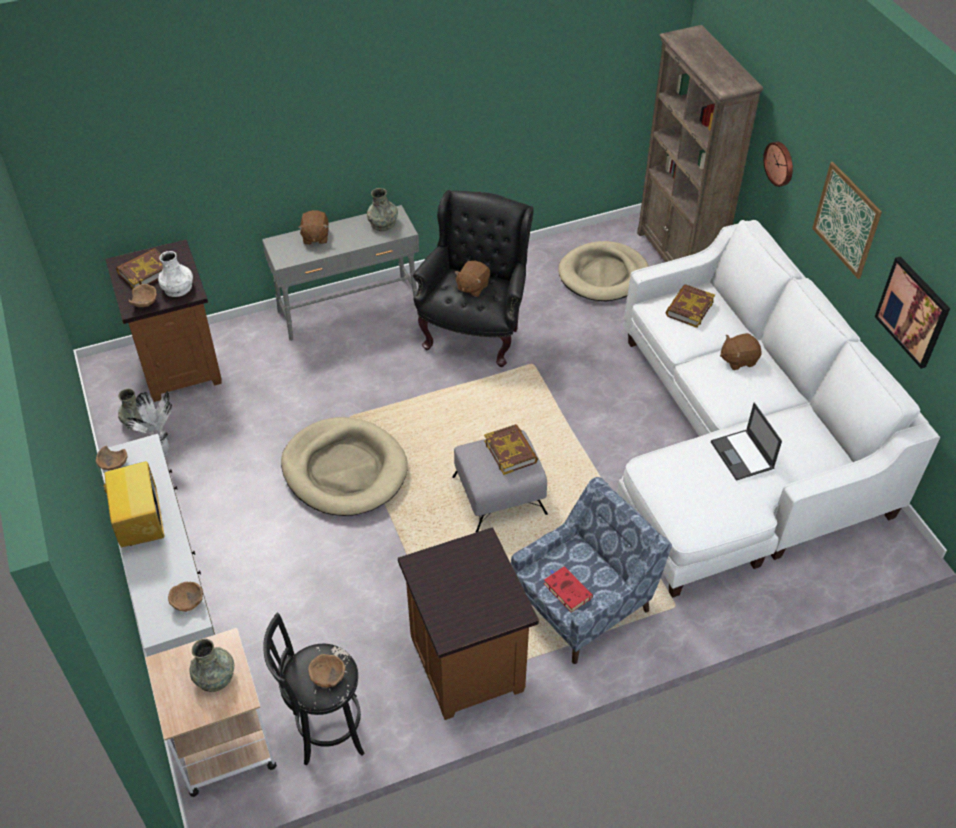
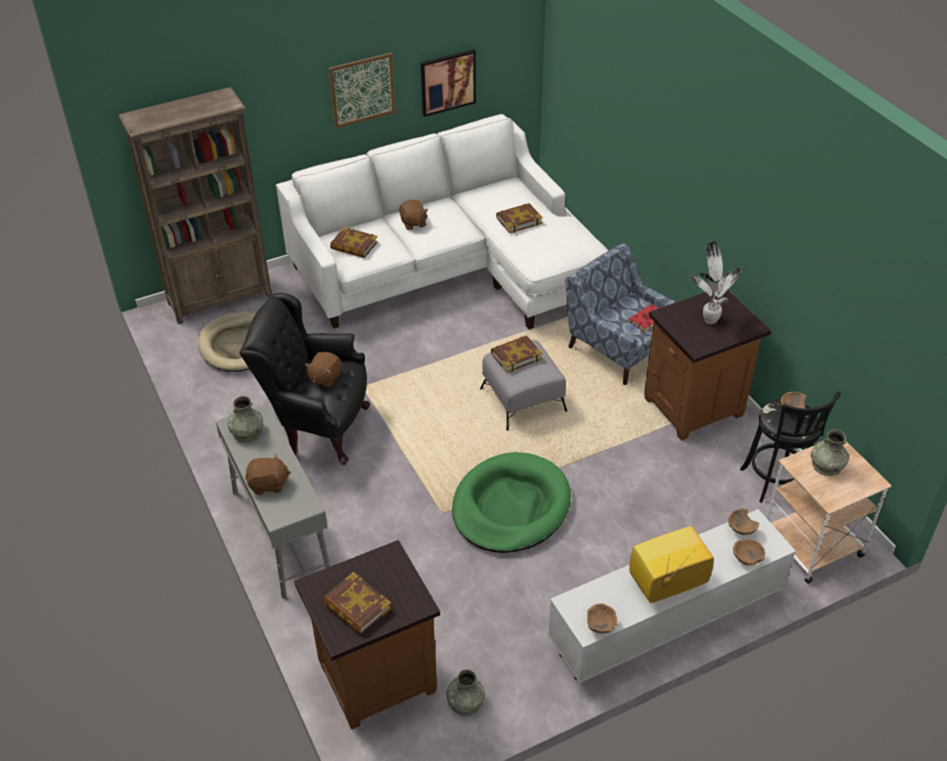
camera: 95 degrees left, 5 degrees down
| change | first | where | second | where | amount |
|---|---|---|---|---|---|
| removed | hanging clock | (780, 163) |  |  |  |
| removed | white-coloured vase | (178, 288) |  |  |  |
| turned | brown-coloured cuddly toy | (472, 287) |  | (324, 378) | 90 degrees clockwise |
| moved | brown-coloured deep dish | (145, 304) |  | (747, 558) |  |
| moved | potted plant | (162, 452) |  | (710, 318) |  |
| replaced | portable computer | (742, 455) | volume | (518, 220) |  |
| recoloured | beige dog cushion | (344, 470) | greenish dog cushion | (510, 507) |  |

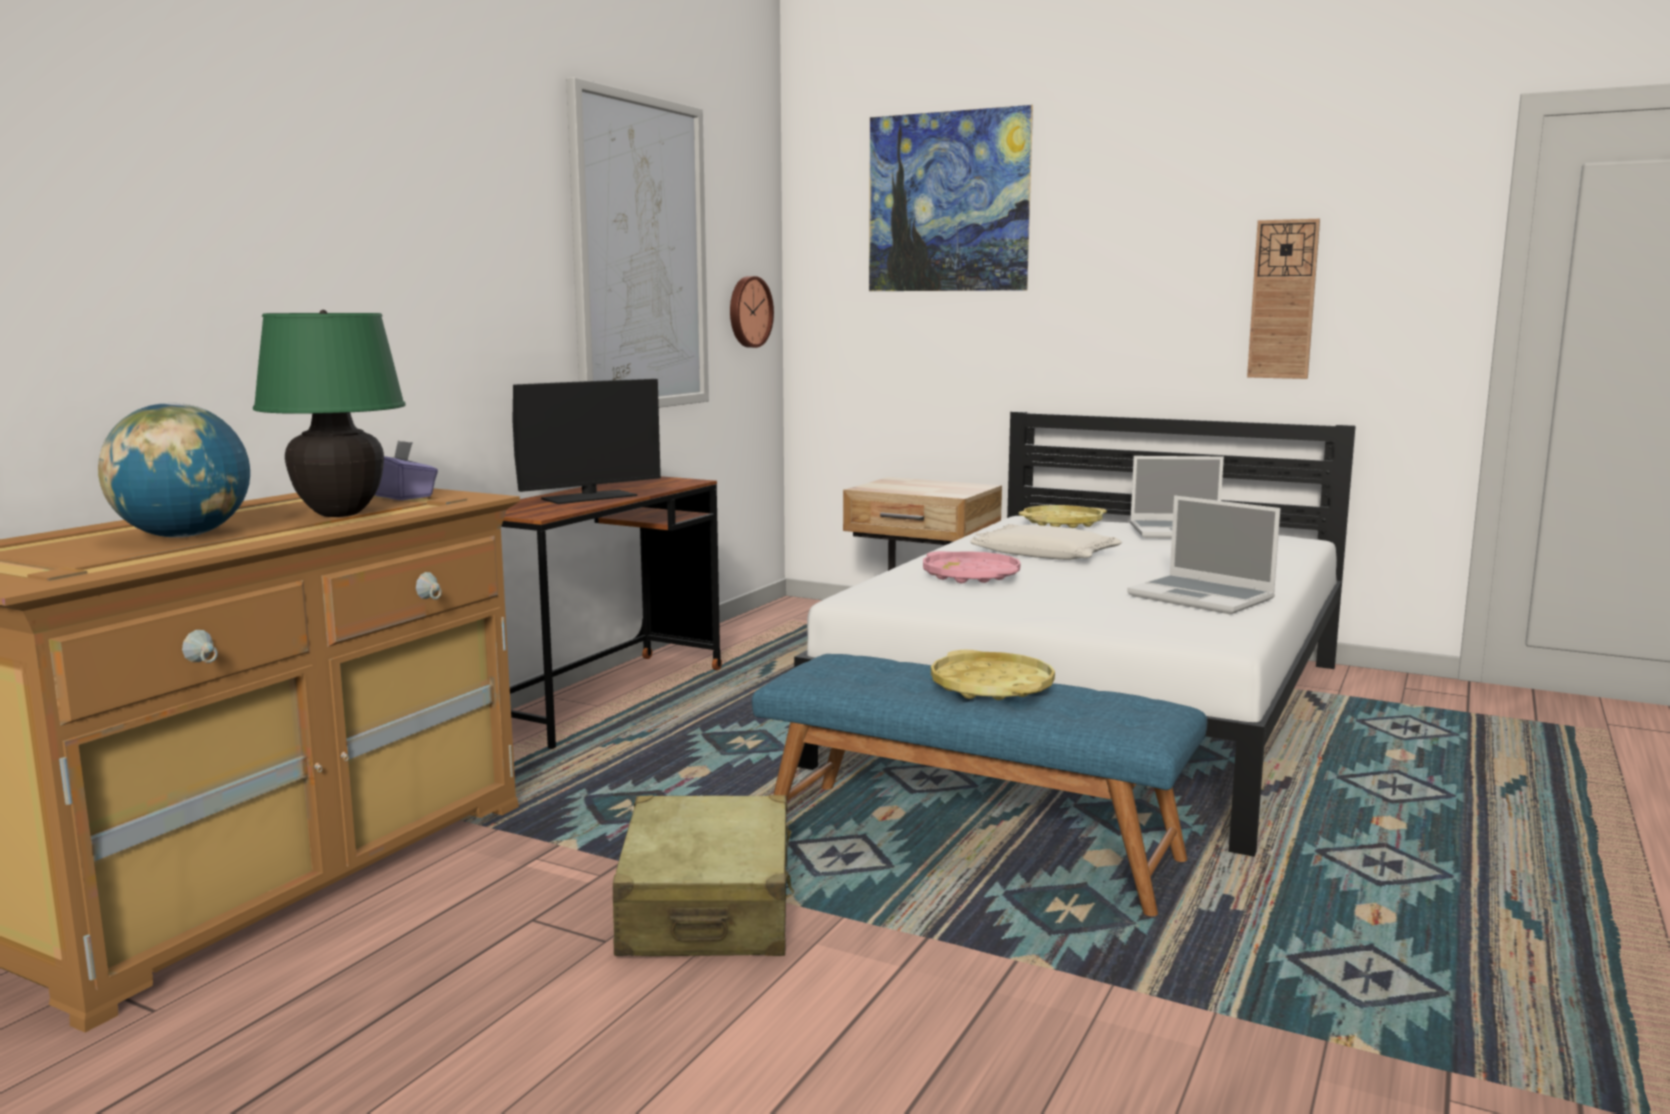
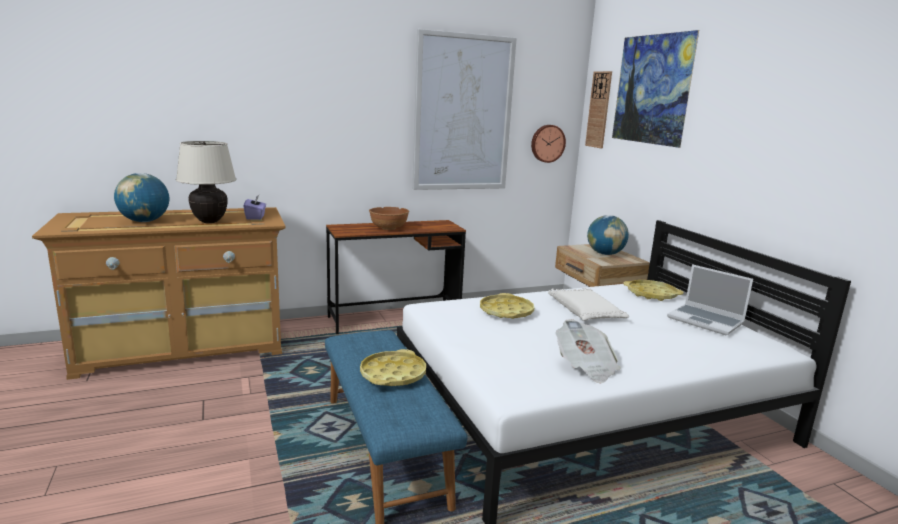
camera: 40 degrees right, 5 degrees up
| change | first | where | second | where | amount |
|---|---|---|---|---|---|
| moved | hanging clock | (1283, 299) |  | (599, 109) |  |
| recoloured | greenish lamp for a table | (339, 514) | beige lamp for a table | (210, 221) |  |
| replaced | monitor | (589, 497) | brown-coloured deep dish | (388, 228) |  |
| replaced | portable computer | (1203, 598) | daily paper | (585, 367) |  |
| recoloured | pinkish tray | (970, 575) | yellowish tray | (506, 311) |  |
| removed | beige suitcase | (707, 908) |  |  |  |
| added |  |  | world globe | (605, 254) |  |

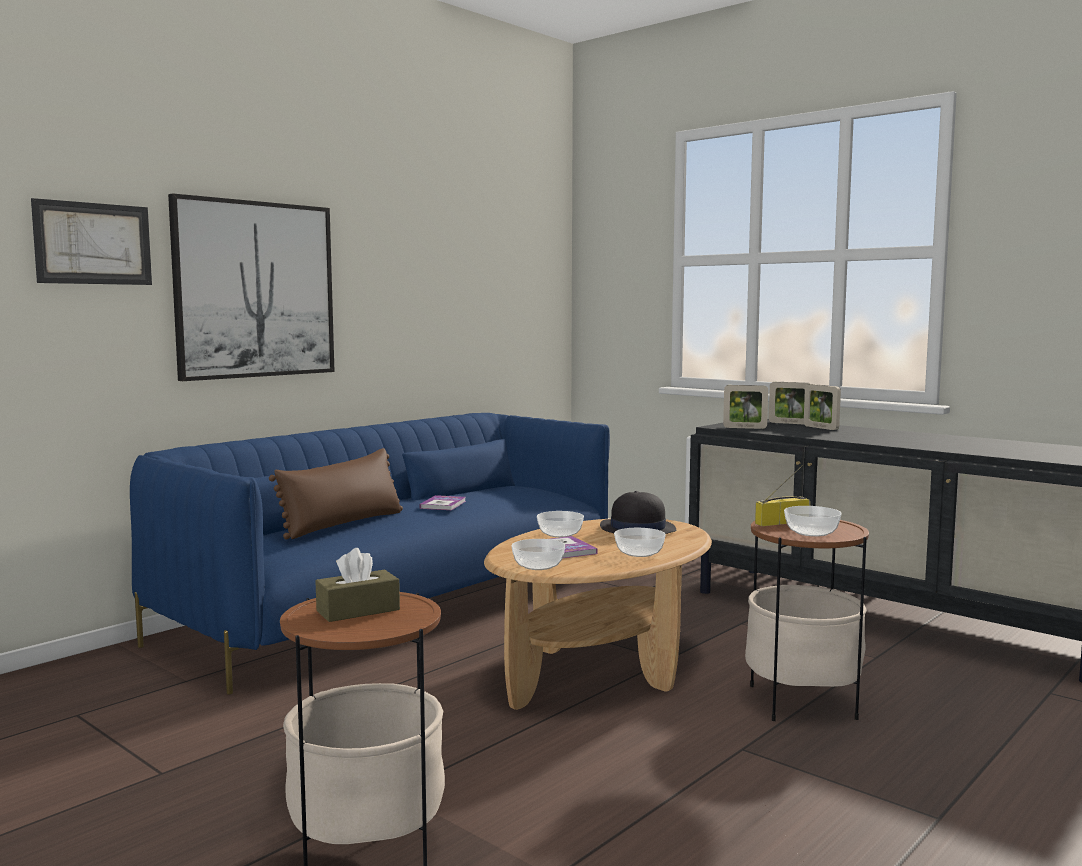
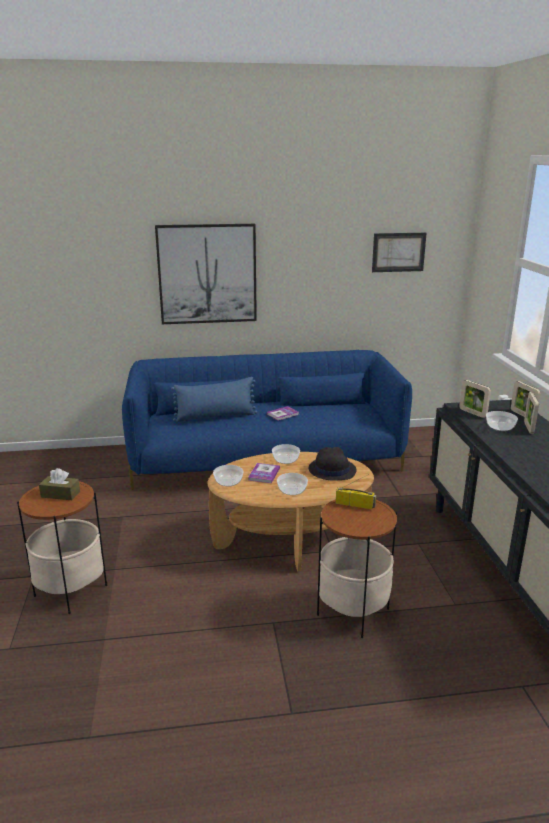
camera: 40 degrees right, 15 degrees up
| change | first | where | second | where | amount |
|---|---|---|---|---|---|
| moved | wall art | (93, 243) |  | (398, 252) |  |
| recoloured | brown-coloured pillow | (343, 524) | bluish pillow | (215, 416) |  |
| moved | deep dish | (811, 532) |  | (500, 427) |  |

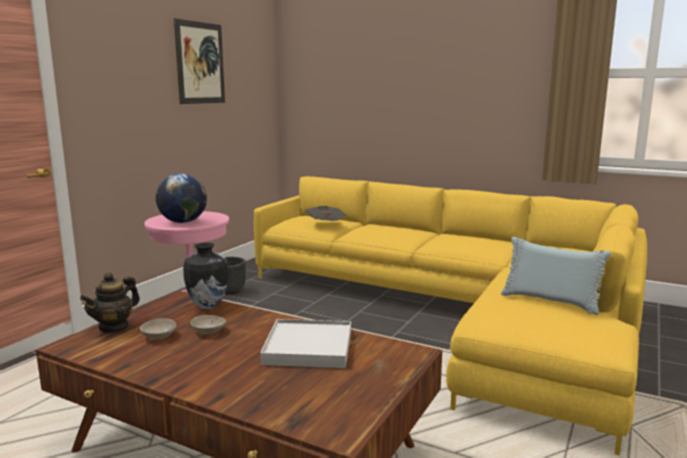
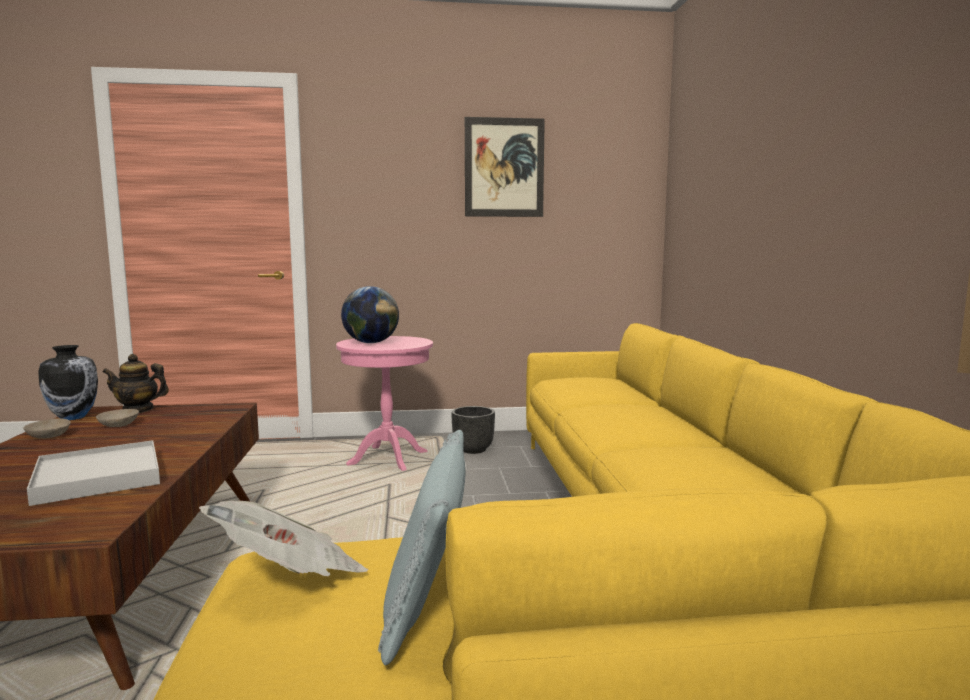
camera: 55 degrees right, 5 degrees down
| change | first | where | second | where | amount |
|---|---|---|---|---|---|
| moved | daily paper | (326, 225) |  | (290, 576) |  |
| moved | vase | (207, 306) |  | (73, 417) |  |
| moved | beige deep dish | (207, 331) |  | (47, 436) |  |

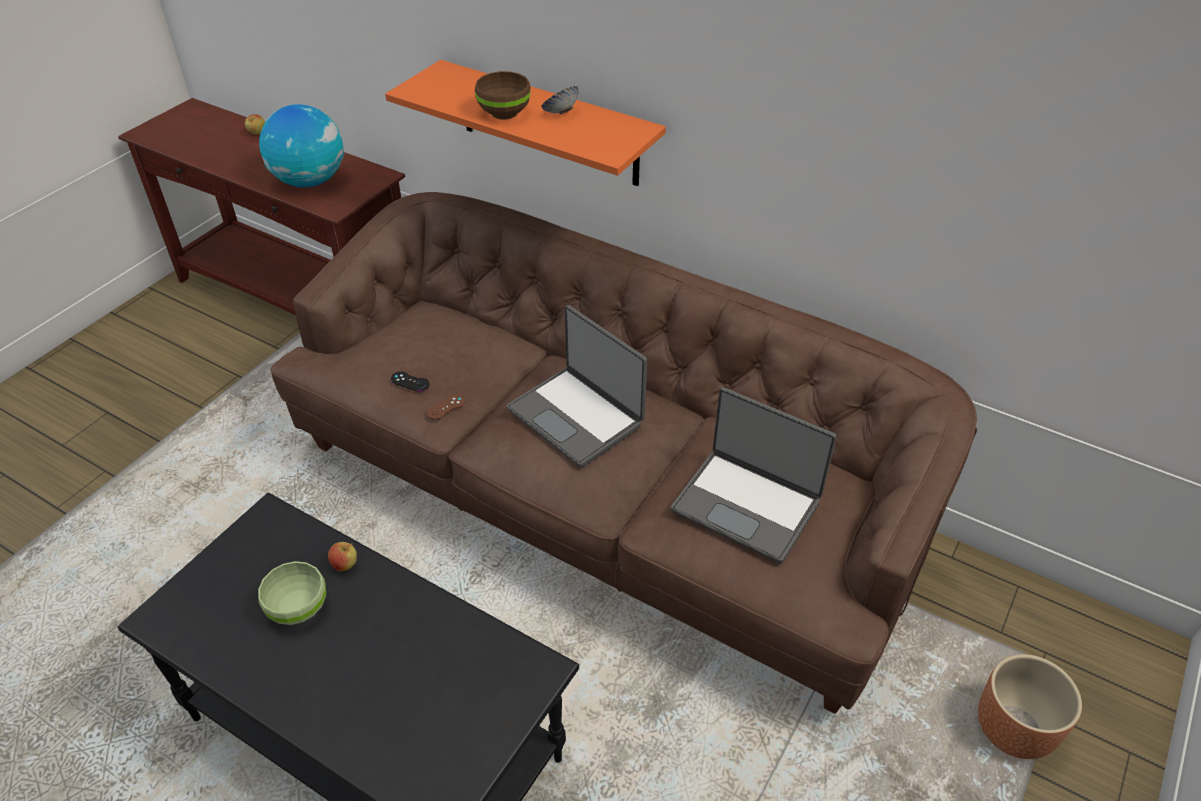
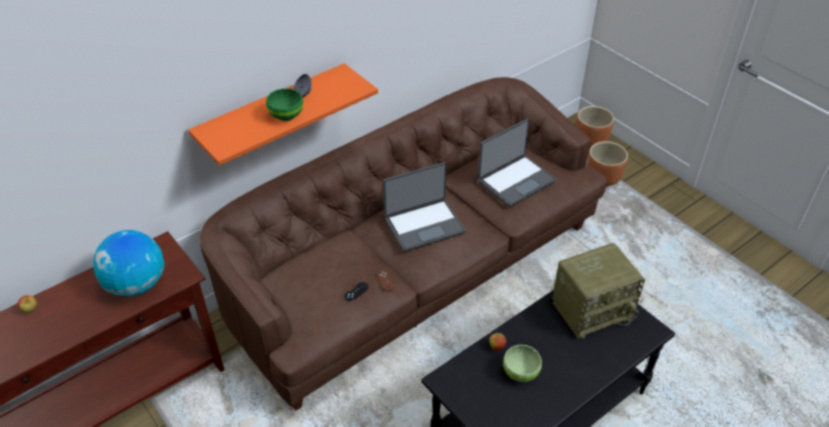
camera: 70 degrees left, 0 degrees up
| change | first | where | second | where | amount |
|---|---|---|---|---|---|
| recoloured | brown-coloured deep dish | (505, 113) | greenish deep dish | (287, 115) |  |
| added |  |  | brown-coloured flower pot | (591, 141) |  |
| added |  |  | radio receiver | (592, 309) |  |

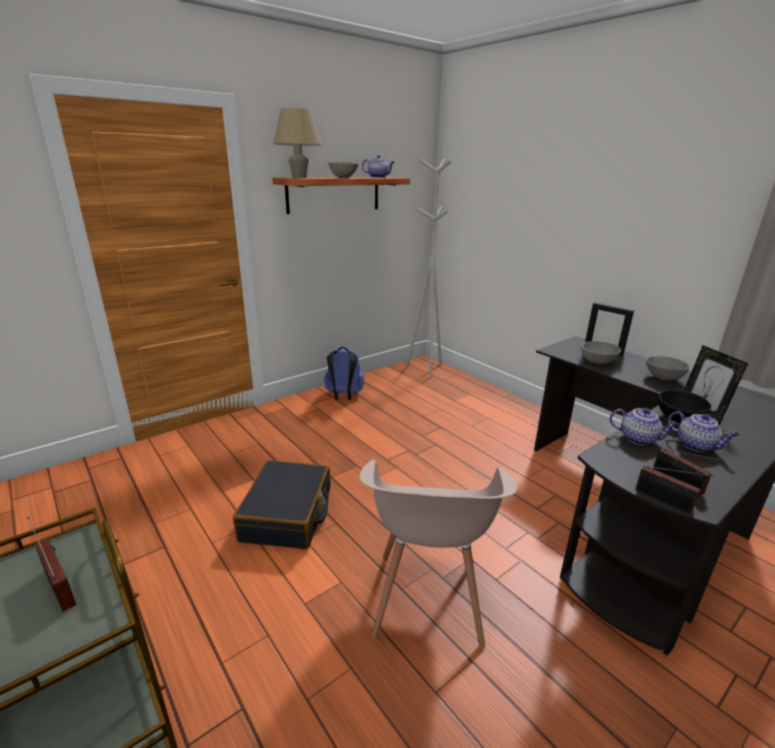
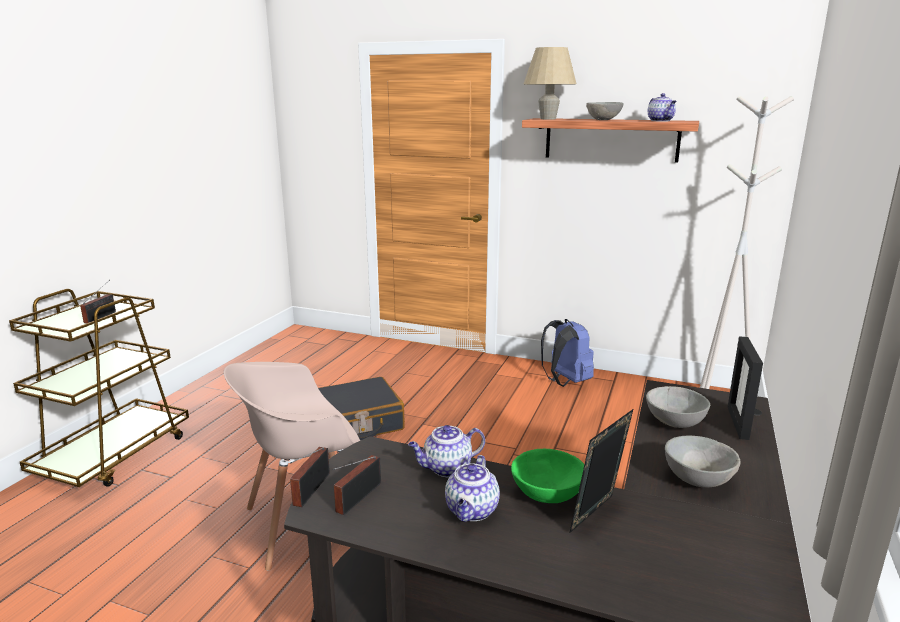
camera: 60 degrees right, 5 degrees down
| change | first | where | second | where | amount |
|---|---|---|---|---|---|
| recoloured | blackish deep dish | (679, 419) | greenish deep dish | (547, 497) |  |
| turned | tea pot | (638, 439) |  | (446, 468) | 75 degrees clockwise |

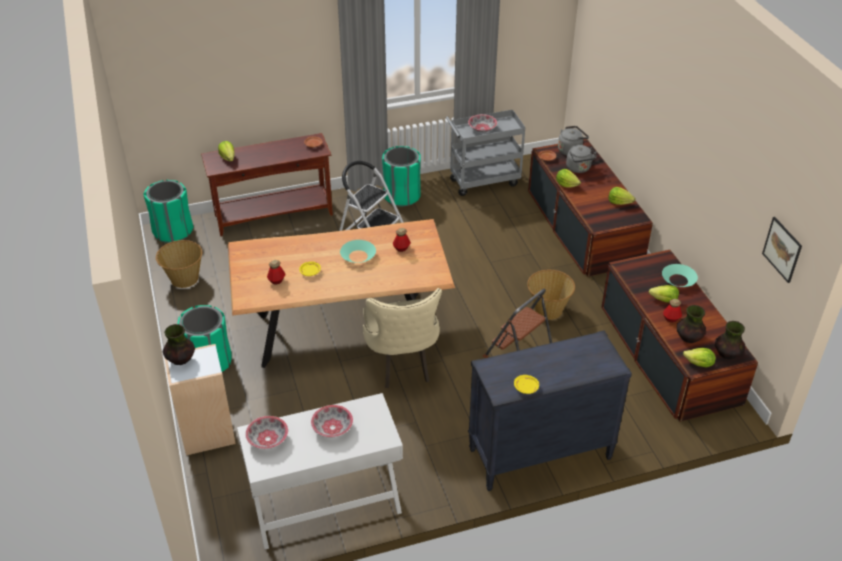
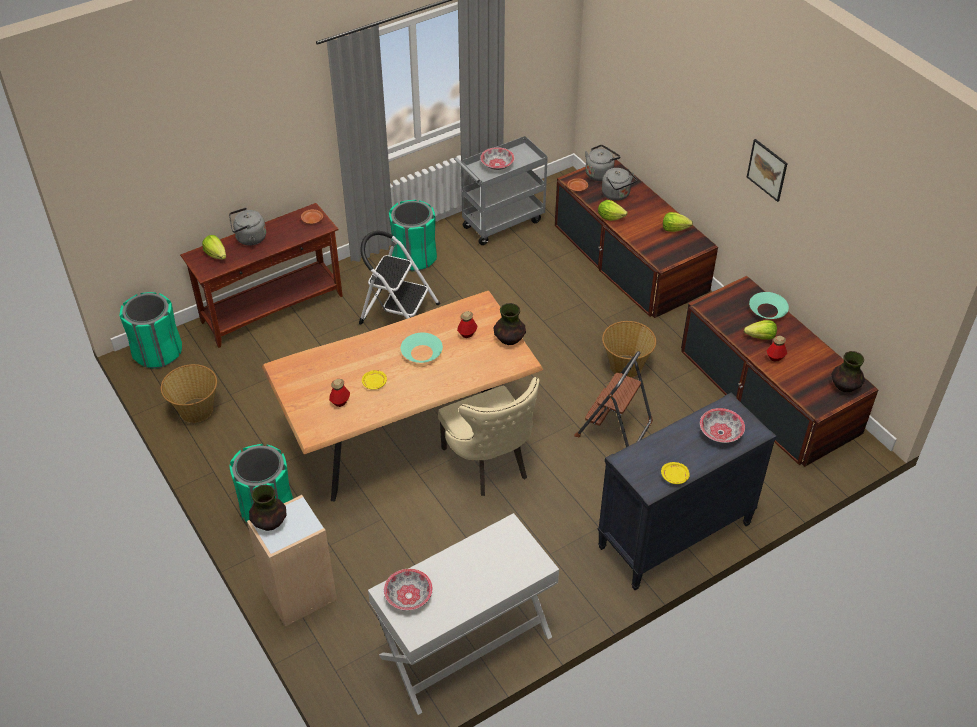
camera: 15 degrees left, 5 degrees up
| change | first | where | second | where | amount |
|---|---|---|---|---|---|
| moved | wall art | (782, 249) |  | (767, 170) |  |
| moved | vase | (689, 337) |  | (509, 339) |  |
| removed | lettuce | (699, 364) |  |  |  |
| moved | deep dish | (332, 427) |  | (720, 432) |  |
| added |  |  | grey tea kettle | (249, 238) |  |

